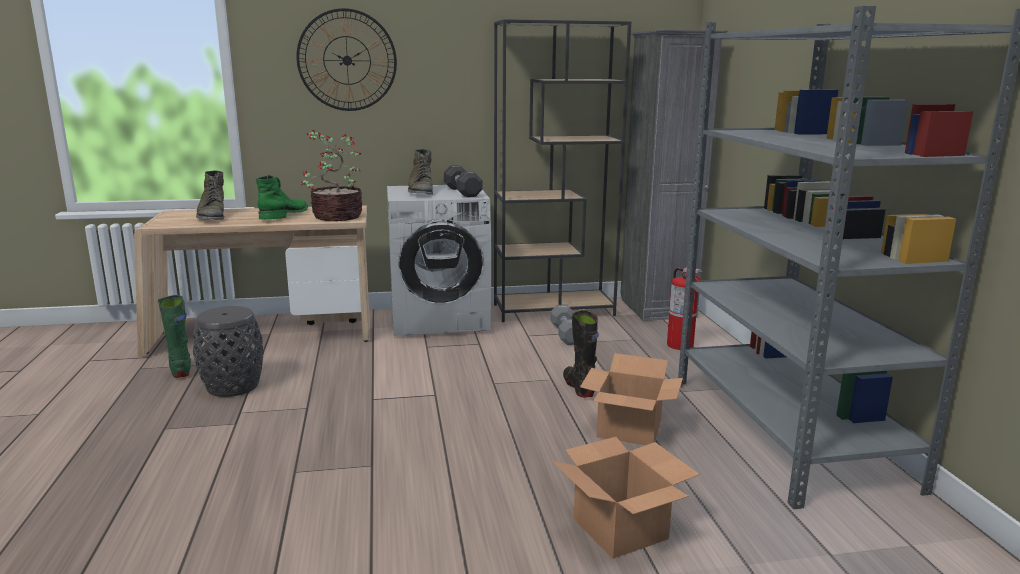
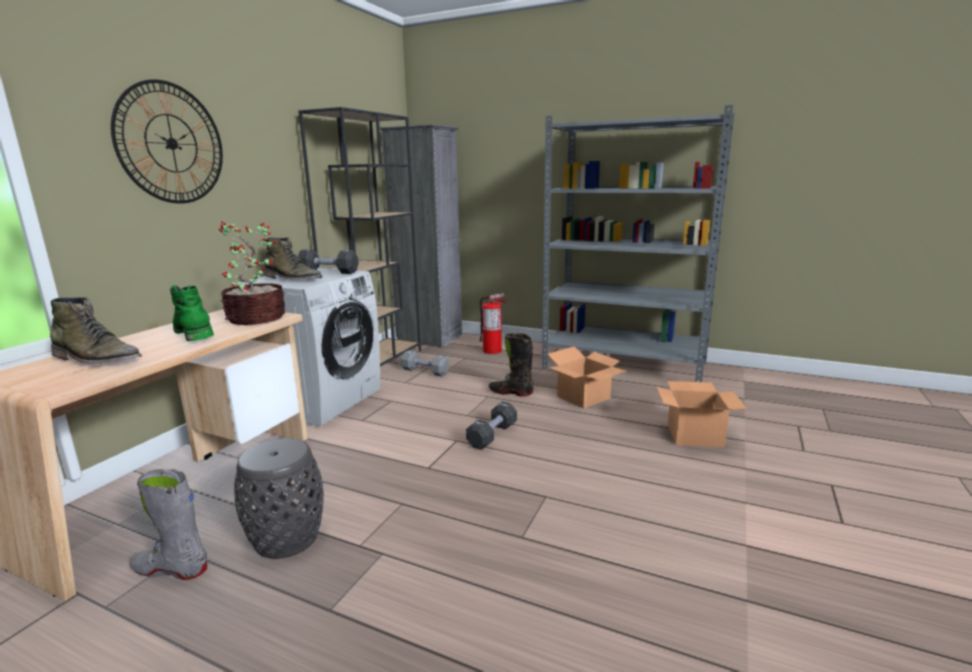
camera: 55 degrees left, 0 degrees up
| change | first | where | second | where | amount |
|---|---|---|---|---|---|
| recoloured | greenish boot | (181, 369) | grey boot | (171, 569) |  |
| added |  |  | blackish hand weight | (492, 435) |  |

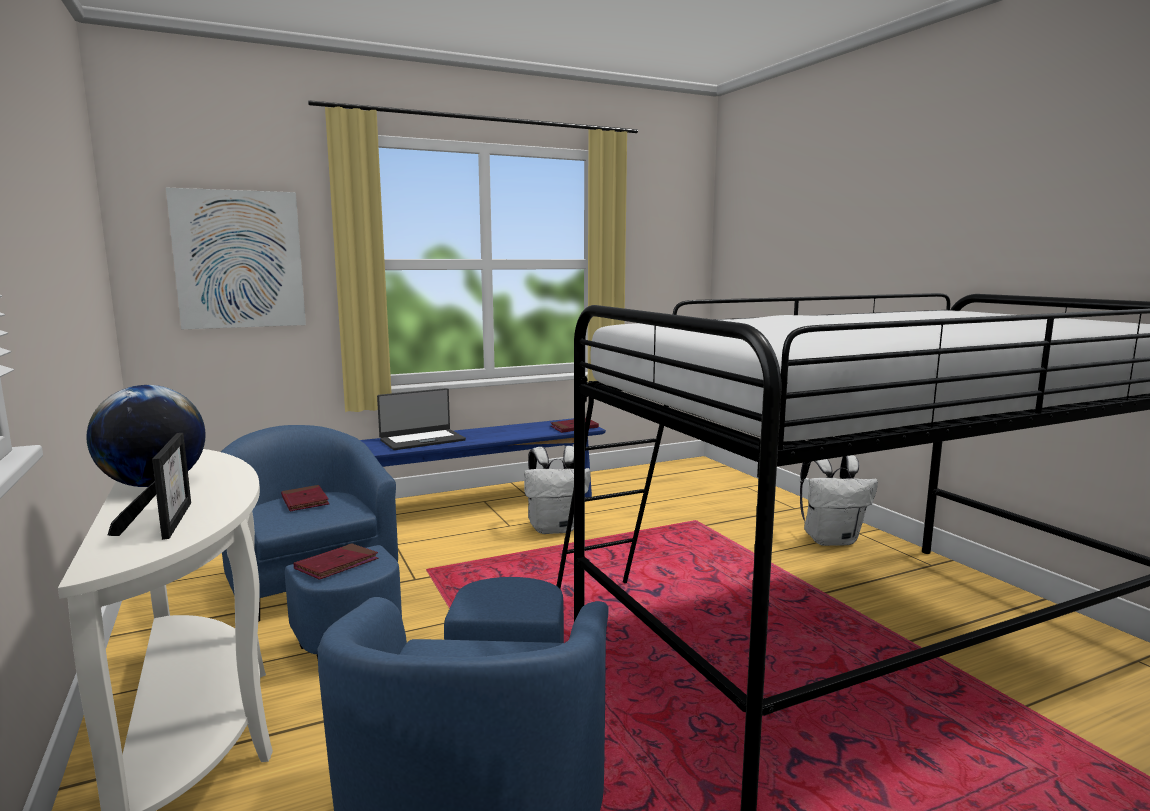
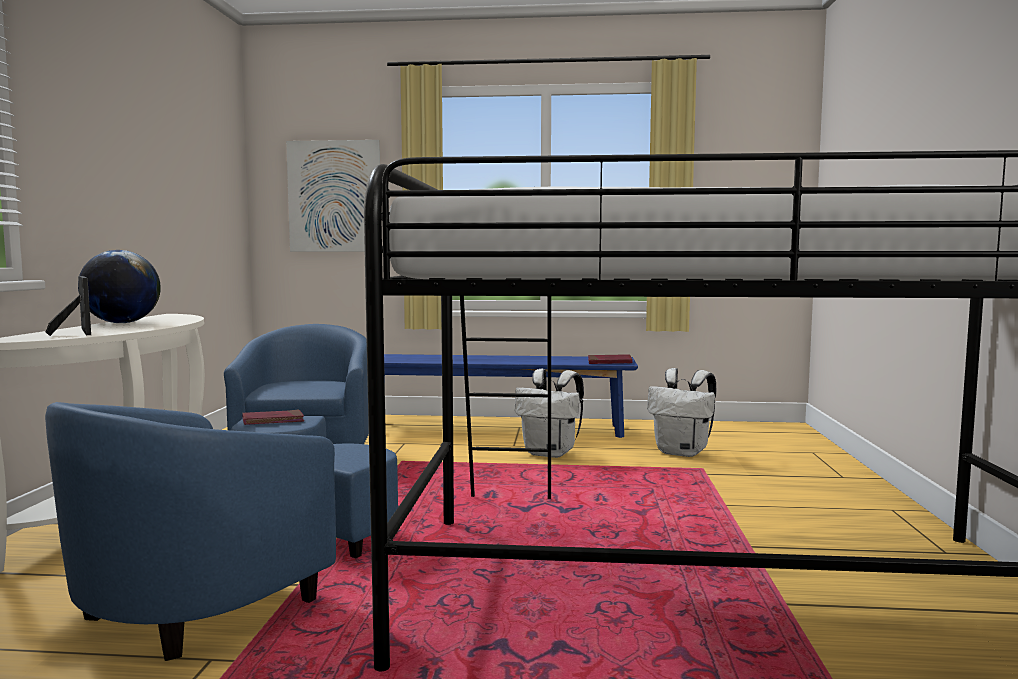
camera: 30 degrees right, 5 degrees down
| change | first | where | second | where | amount |
|---|---|---|---|---|---|
| removed | portable computer | (422, 440) |  |  |  |
| turned | picture frame | (165, 521) |  | (77, 332) | 45 degrees counterclockwise |
| moved | white-coloured backpack | (831, 540) |  | (683, 452) |  |
| removed | reddish volume | (305, 501) |  |  |  |

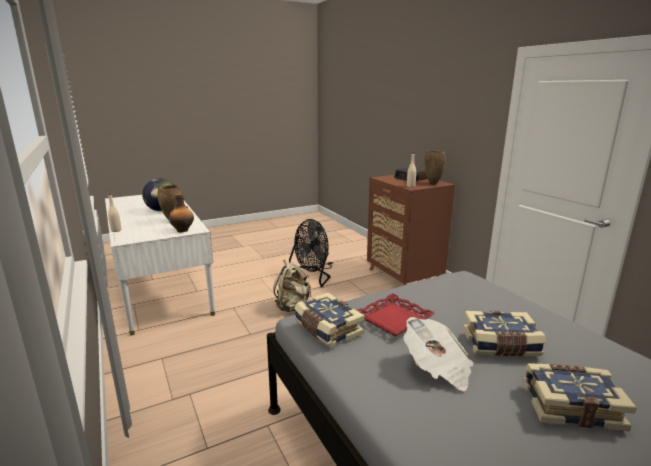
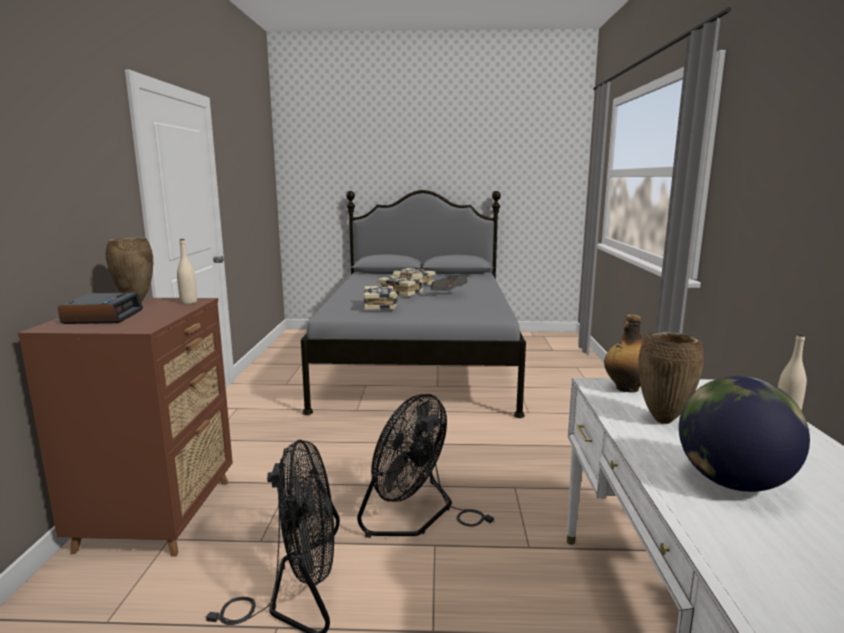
camera: 150 degrees left, 5 degrees down
| change | first | where | second | where | amount |
|---|---|---|---|---|---|
| replaced | beige backpack | (292, 306) | blackish fan | (423, 513) |  |
| moved | volume | (327, 329) |  | (381, 305) |  |
| removed | reddish tray | (393, 319) |  |  |  |

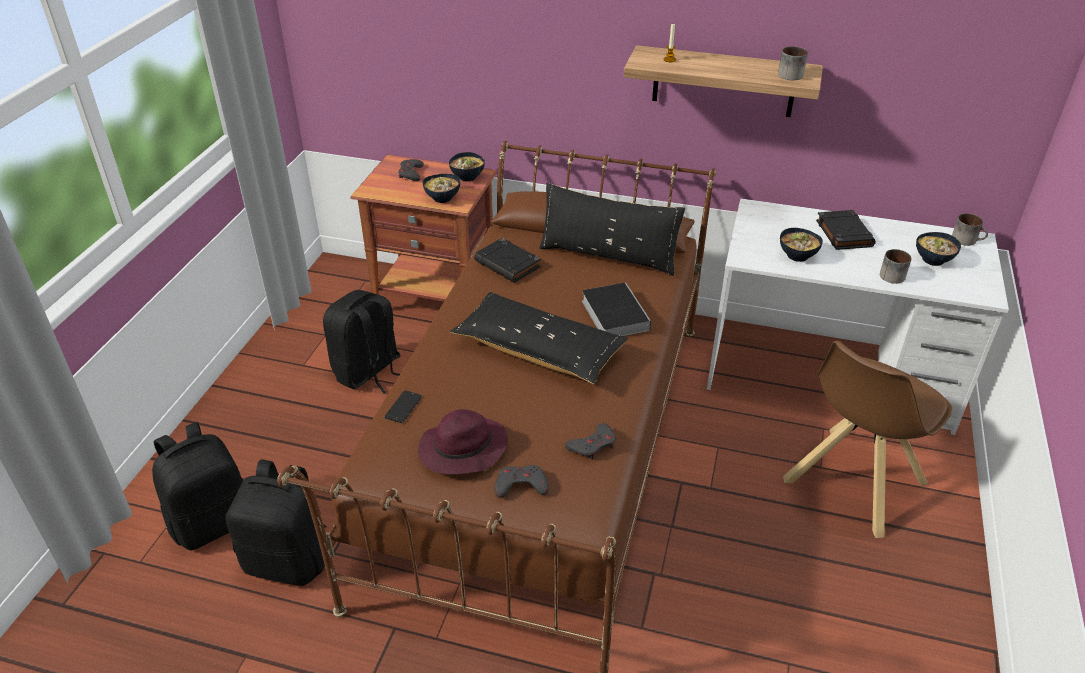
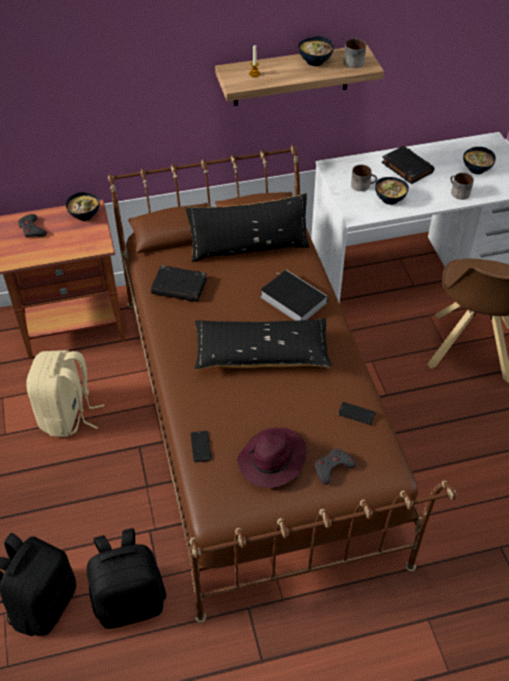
camera: 30 degrees left, 10 degrees up
| change | first | where | second | where | amount |
|---|---|---|---|---|---|
| moved | deep dish | (443, 198) |  | (315, 61) |  |
| moved | coffee mug | (967, 240) |  | (363, 185) |  |
| recoloured | blackish backpack | (368, 372) | beige backpack | (67, 415) |  |
| replaced | grey game controller | (593, 445) | telephone | (356, 414) |  |

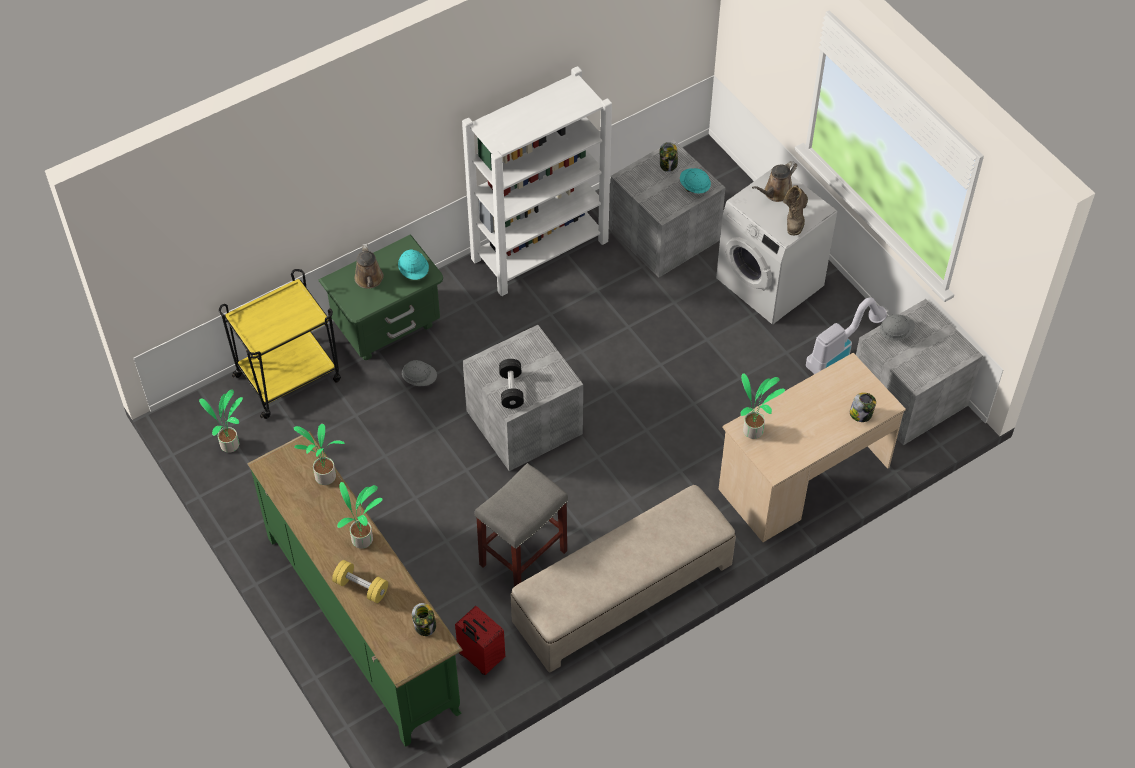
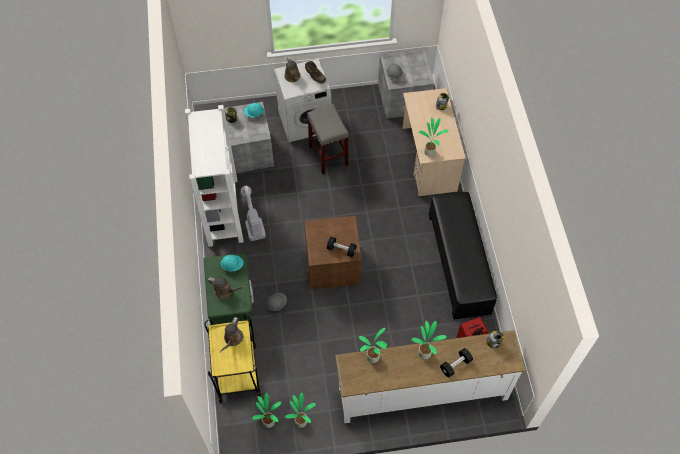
camera: 65 degrees left, 5 degrees up
| change | first | where | second | where | amount |
|---|---|---|---|---|---|
| moved | vacuum | (840, 355) |  | (253, 222) |  |
| recoloured | grey storage bin | (522, 422) | brown-coloured storage bin | (332, 265) |  |
| recoloured | greenish storage cabinet | (363, 622) | white-coloured storage cabinet | (422, 392) |  |
| moved | grey stool | (523, 557) |  | (328, 155) |  |
| recoloured | beige long seat | (622, 593) | blackish long seat | (459, 263) |  |
| recoloured | yellowish hand weight | (361, 587) | blackish hand weight | (455, 365) |  |
| added |  |  | brown-coloured watering can | (232, 339) |  |
| added |  |  | potted plant | (301, 421) |  |

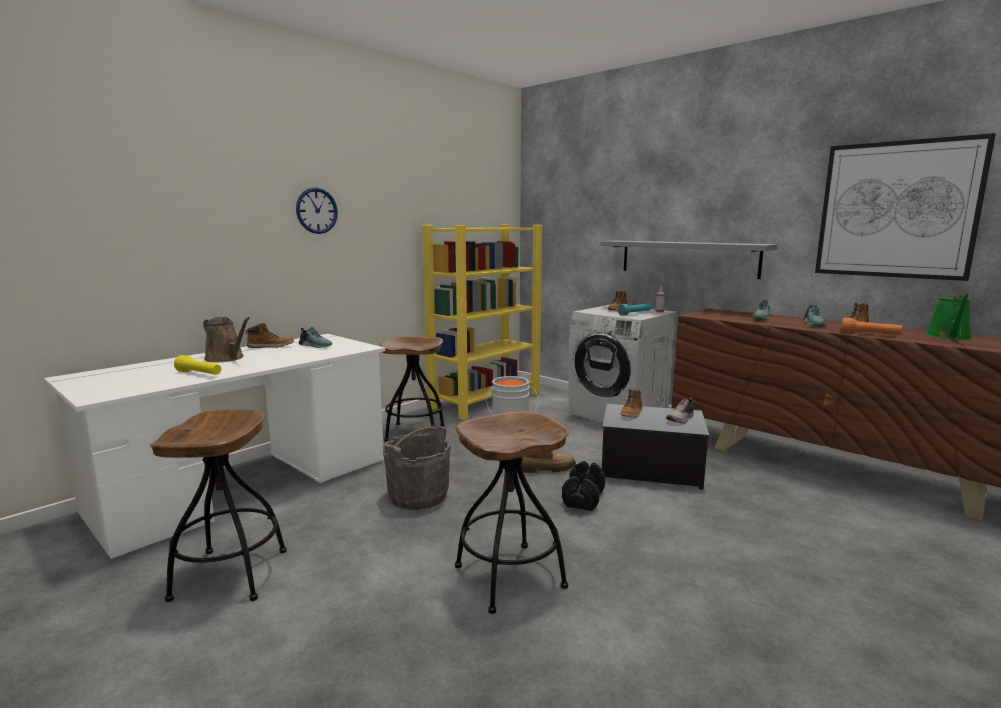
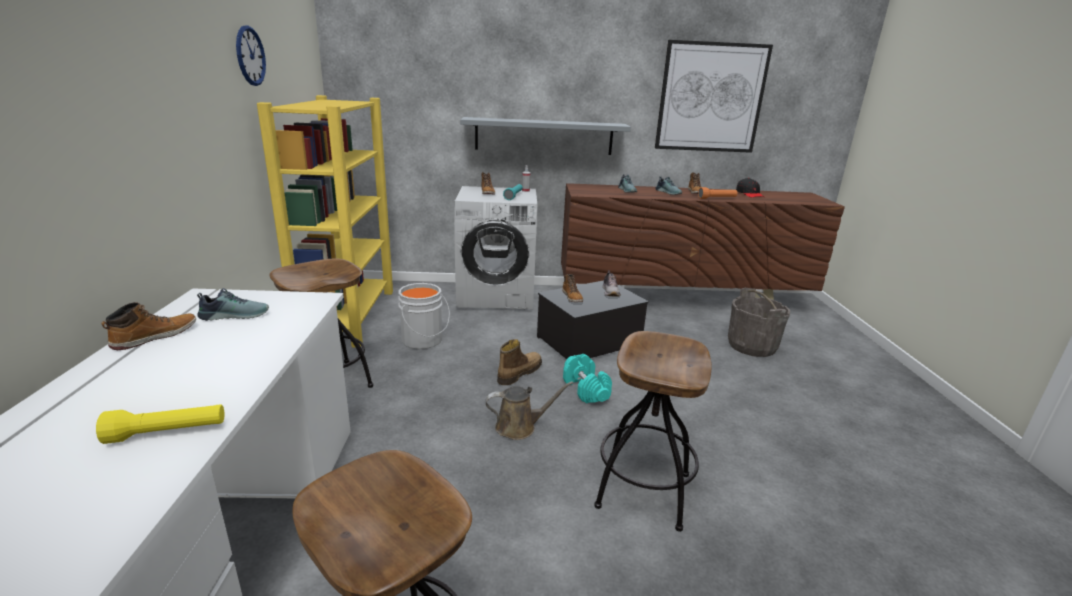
camera: 45 degrees left, 10 degrees up
| change | first | where | second | where | amount |
|---|---|---|---|---|---|
| moved | hanging clock | (316, 210) |  | (250, 56) |  |
| replaced | greenish watering can | (949, 337) | blackish peaked cap | (749, 194) |  |
| moved | brown-coloured watering can | (226, 358) |  | (519, 427) |  |
| moved | grey bucket | (418, 496) |  | (752, 346) |  |
| recoloured | blackish hand weight | (583, 498) | blue-green hand weight | (585, 389) |  |

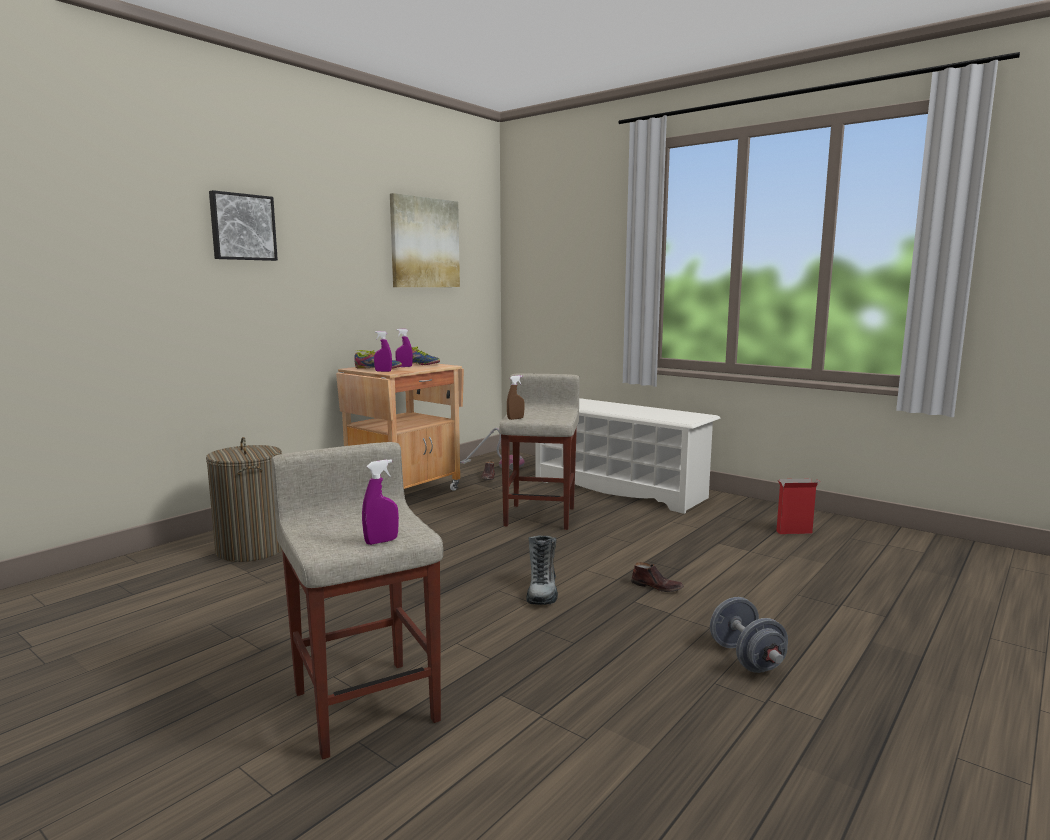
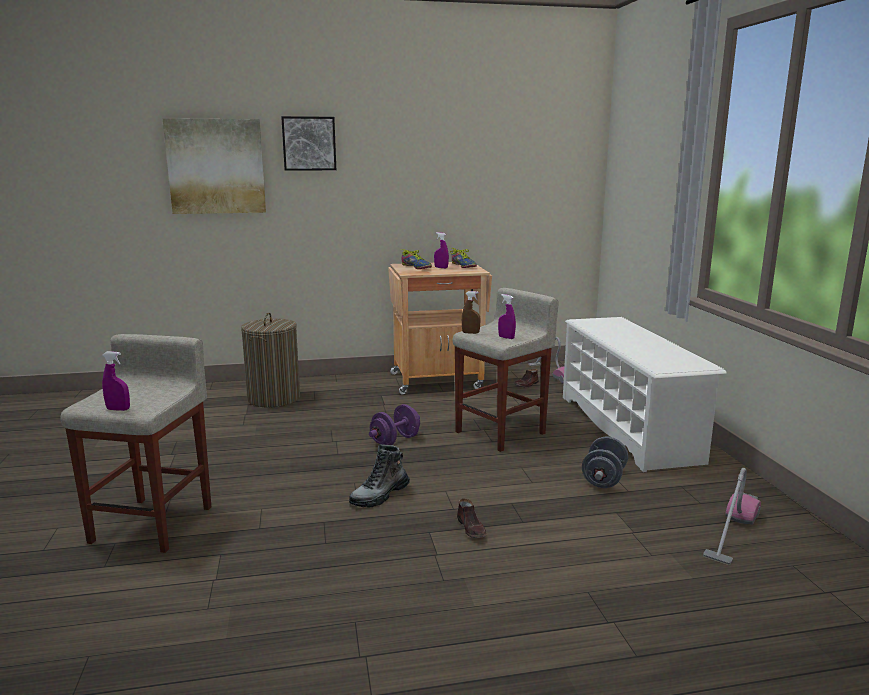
camera: 40 degrees right, 5 degrees up
| change | first | where | second | where | amount |
|---|---|---|---|---|---|
| moved | wall art | (424, 243) |  | (216, 166) |  |
| moved | purple-coloured hand sprayer | (383, 371) |  | (506, 337) |  |
| replaced | packing box | (795, 532) | vacuum | (732, 533) |  |
| moved | grey hand weight | (746, 658) |  | (603, 479) |  |
| added |  |  | purple-coloured hand weight | (395, 441) |  |

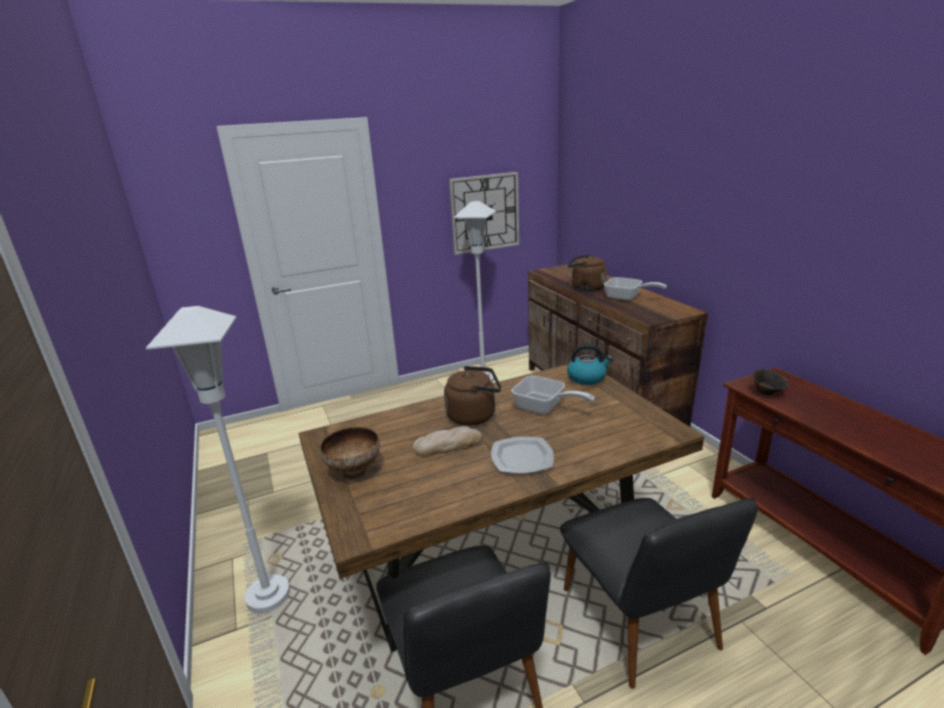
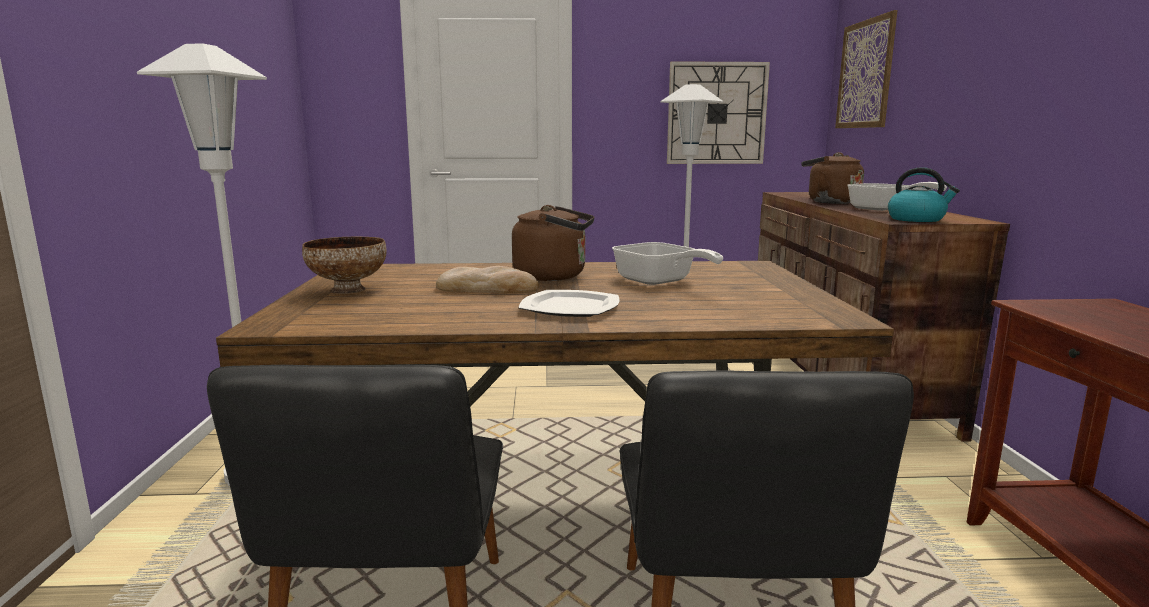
camera: 20 degrees right, 10 degrees down
| change | first | where | second | where | amount |
|---|---|---|---|---|---|
| moved | tea kettle | (587, 378) |  | (917, 219) |  |
| removed | brown-coloured deep dish | (767, 392) |  |  |  |
| added |  |  | wall art | (865, 73) |  |

